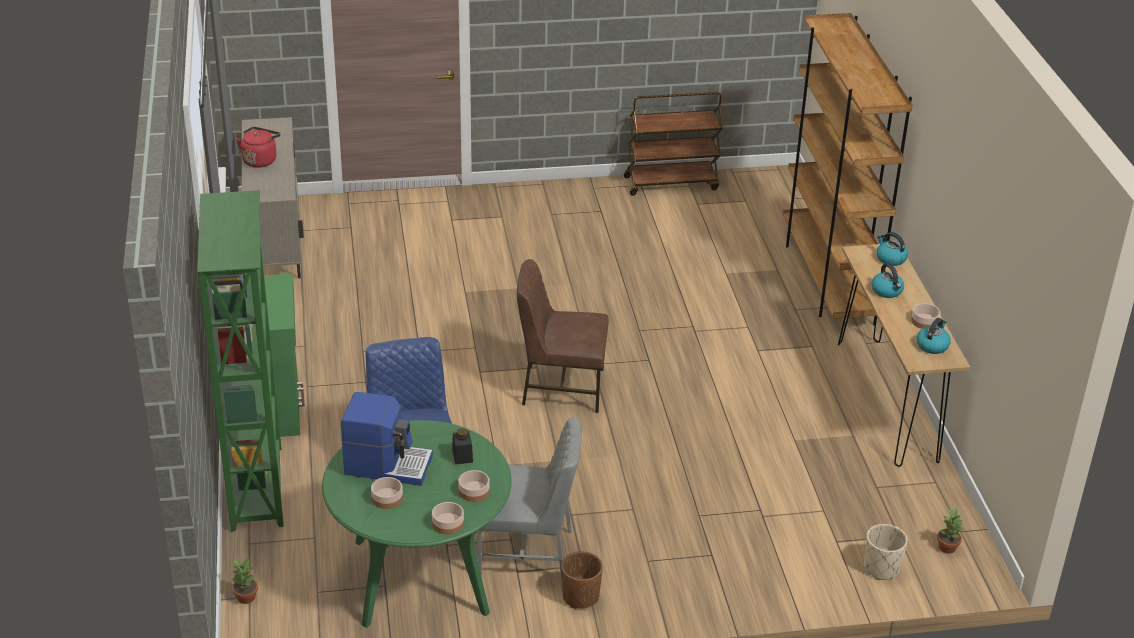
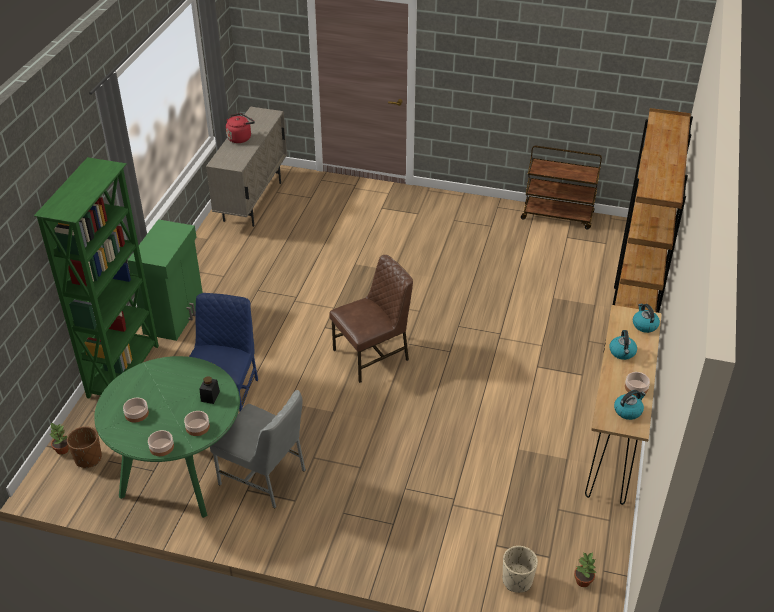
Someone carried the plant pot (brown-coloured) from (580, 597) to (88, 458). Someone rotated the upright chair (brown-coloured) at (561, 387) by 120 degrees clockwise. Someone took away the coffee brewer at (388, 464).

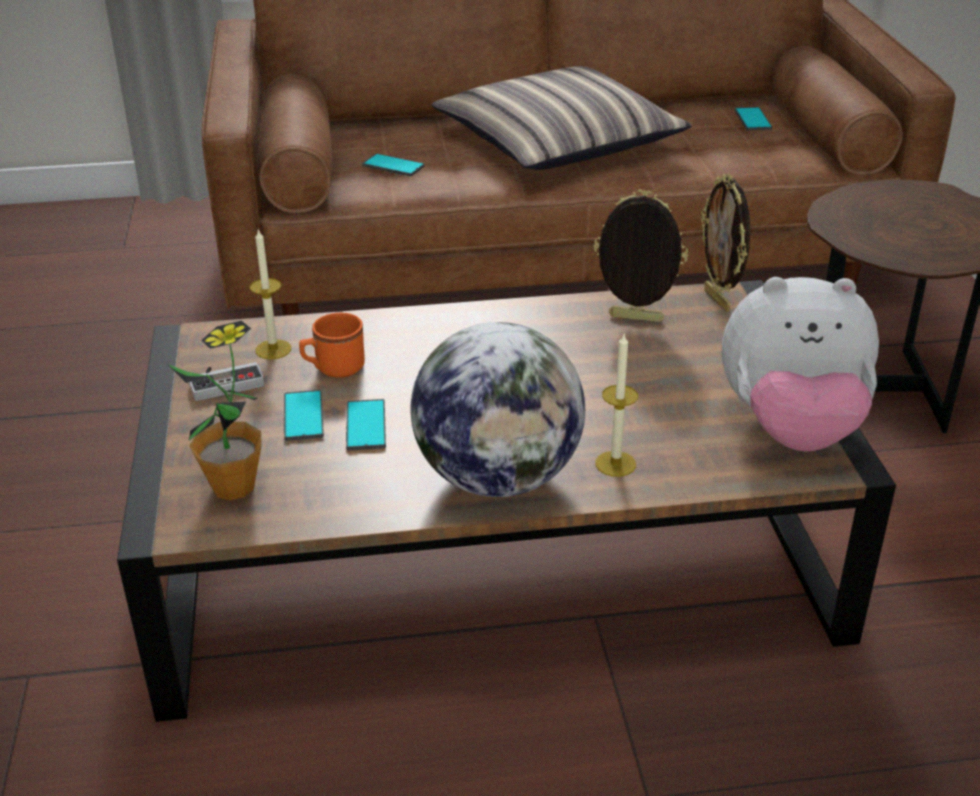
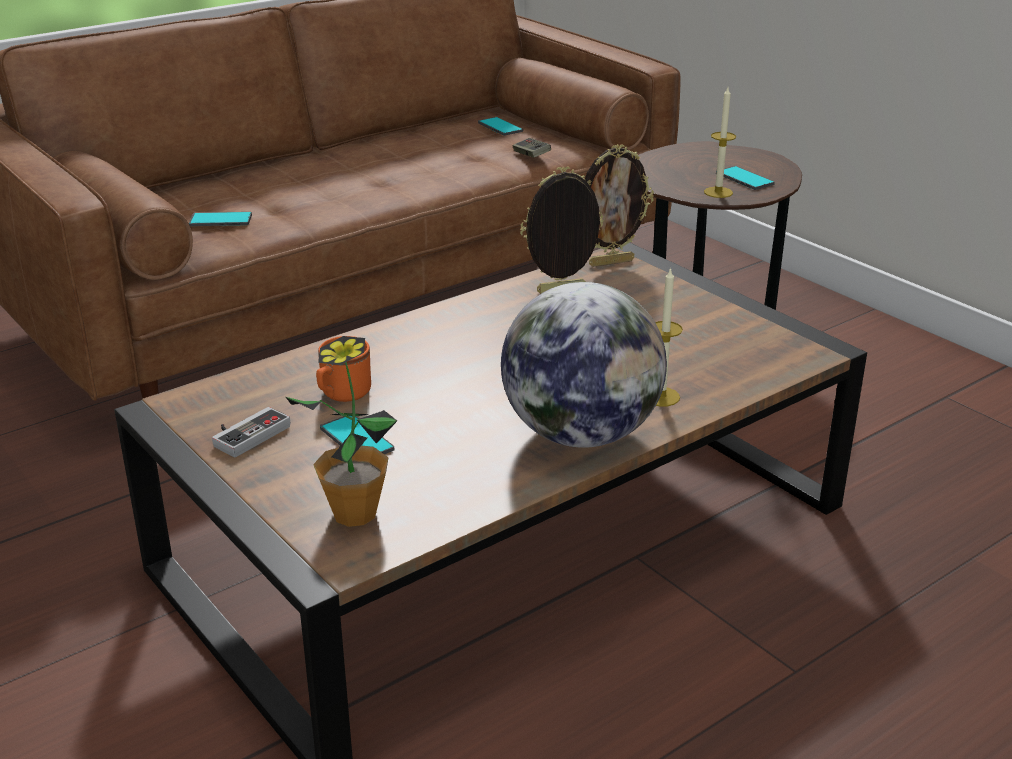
Someone put down the joypad at (531, 156). Someone rotated the standing frame at (718, 300) by 60 degrees counterclockwise. Someone carried the candle from (273, 349) to (718, 192). Someone carried the phone from (365, 425) to (744, 179). Someone took away the throw pillow at (558, 143). Someone took away the plush toy at (791, 429).

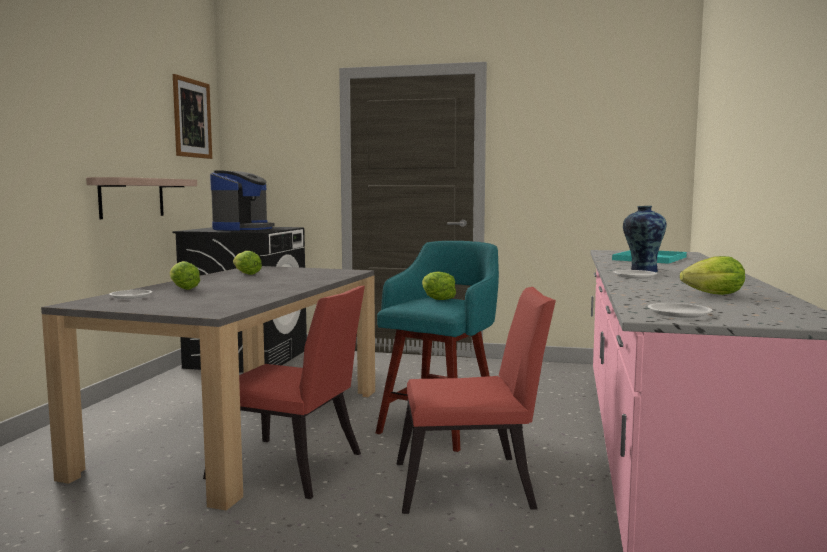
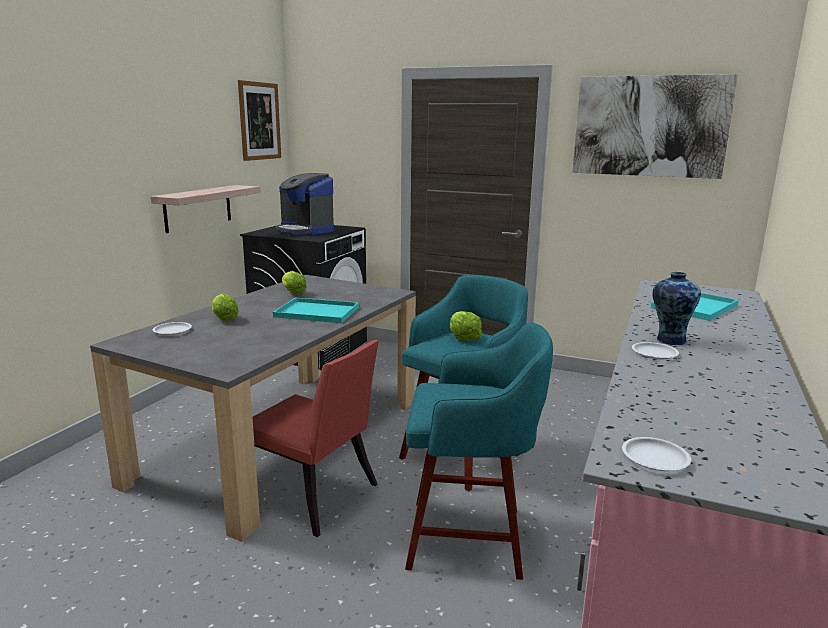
Someone put down the tray (turquoise) at (319, 312). Someone rotated the coffee brewer at (243, 228) by 105 degrees clockwise. Someone swapped the upright chair (red-coloured) at (473, 485) for the stool (turquoise) at (470, 538). Someone put up the wall picture at (649, 126). Someone took away the lettuce head at (710, 294).

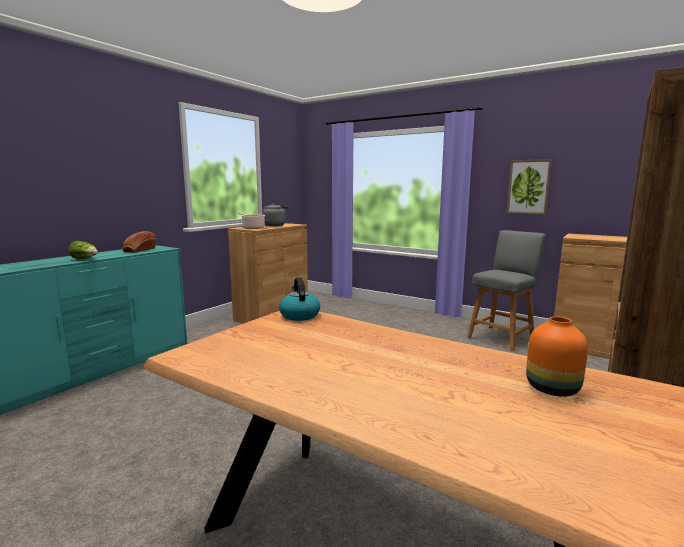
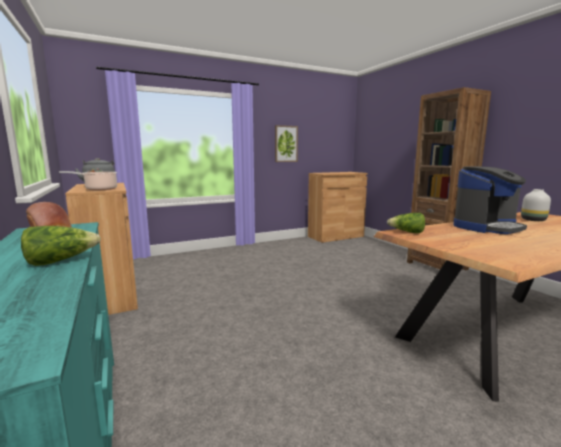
Someone swapped the kettle at (299, 315) for the lettuce head at (407, 232). Someone put down the coffee brewer at (487, 227). Someone repainted the vase (orangey) at (551, 389), which became the vase (whitish) at (533, 220). Someone took away the stool (grey) at (502, 337).

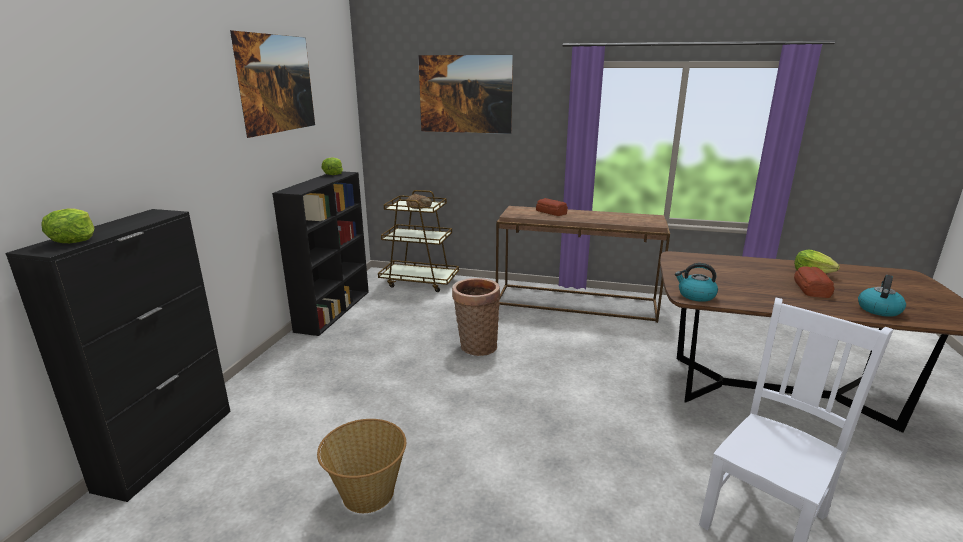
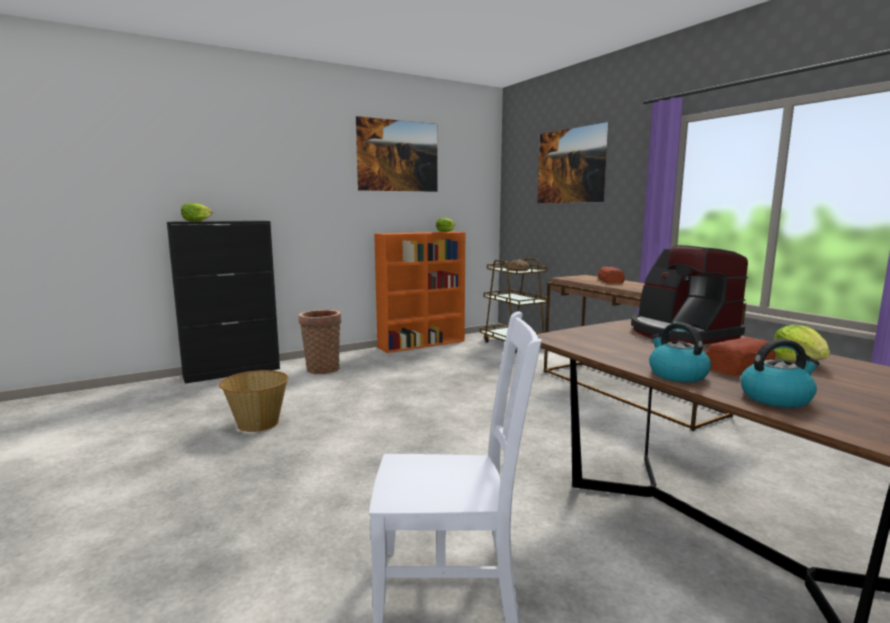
Someone carried the basket from (476, 346) to (322, 368). Someone repainted the bookcase (black) at (334, 310), which became the bookcase (orangey) at (422, 344). Someone put down the coffee brewer at (681, 333). Someone carried the kettle from (695, 295) to (676, 375).

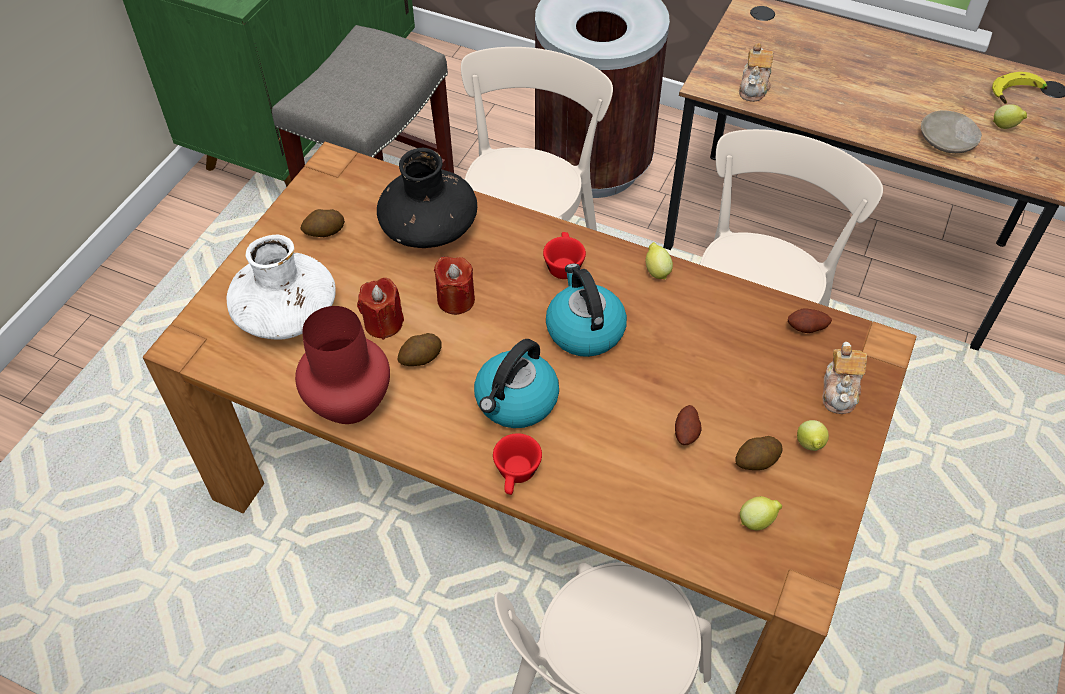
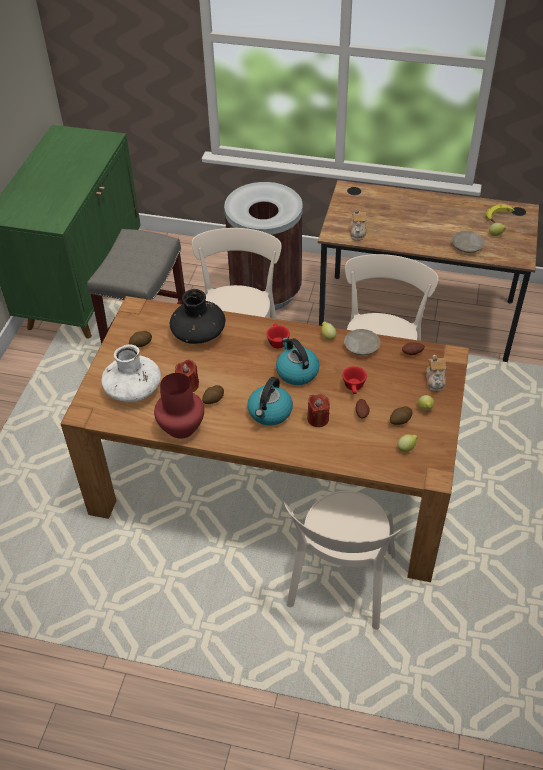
Someone carried the candle (red-coloured) from (456, 300) to (318, 419). Someone carried the cup (red-coloured) from (516, 476) to (354, 388). Someone put down the flat dish (sand-coloured) at (361, 346).

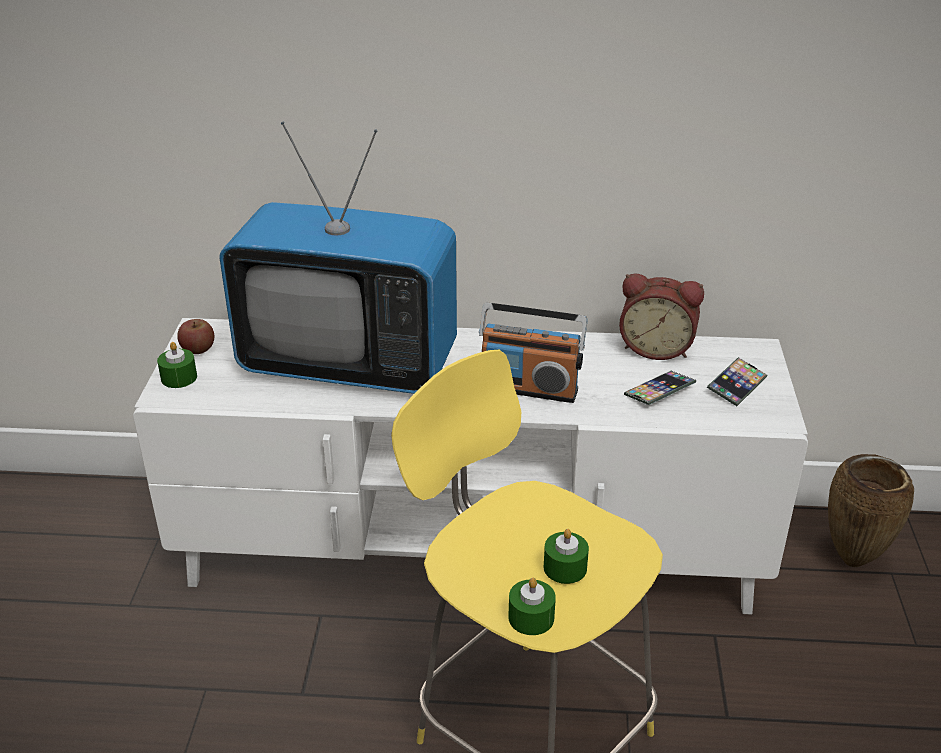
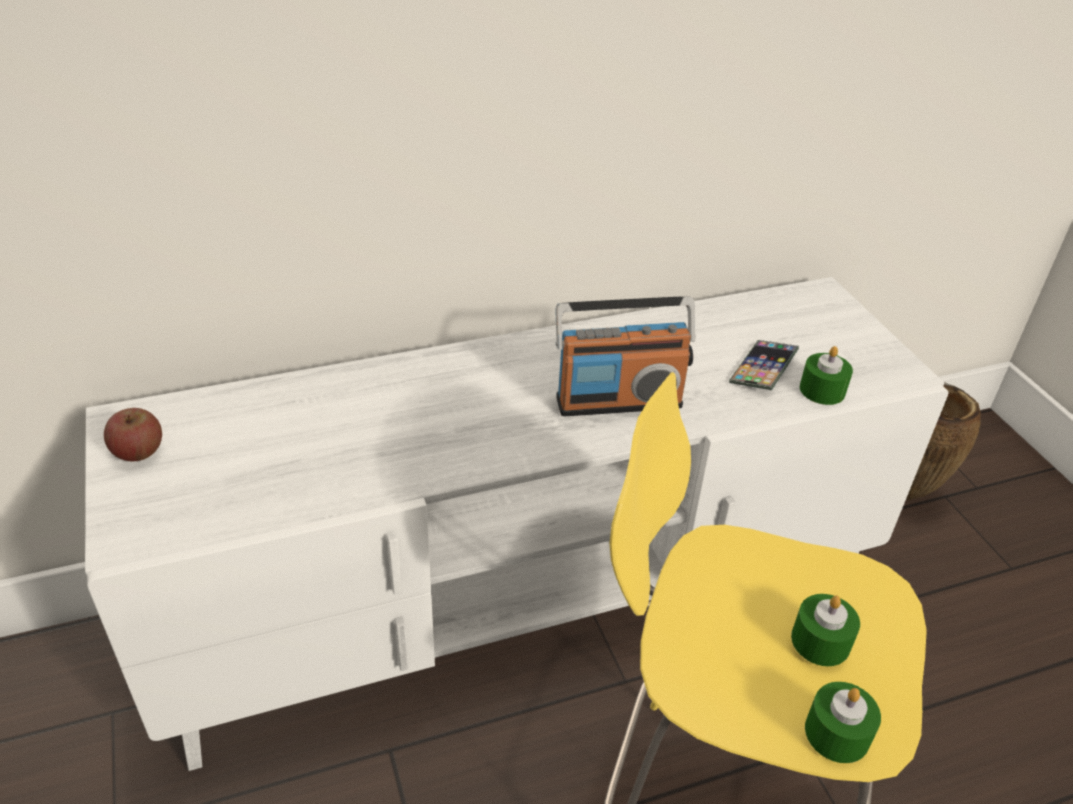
Someone carried the candle (green) from (179, 377) to (822, 390). Someone took away the television at (349, 364). Someone took away the table clock at (656, 348). Someone took away the phone at (736, 385).

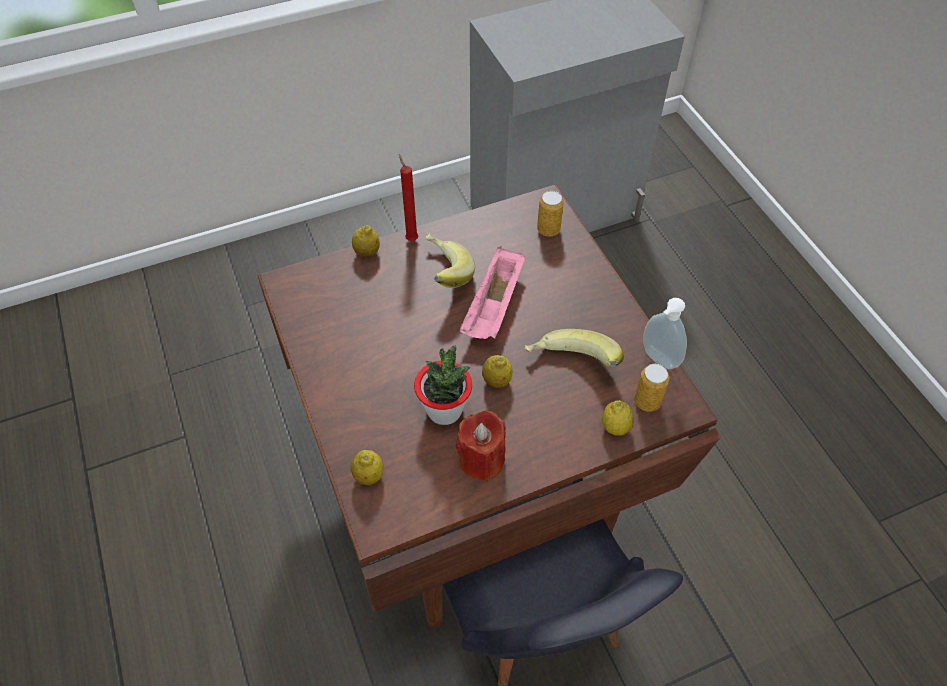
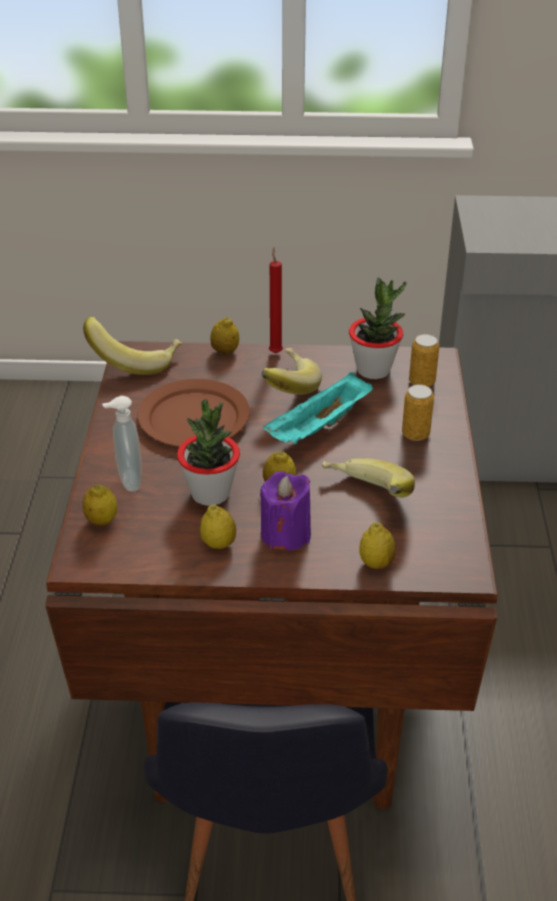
Someone put down the banana at (136, 361). Someone carried the soap bottle from (657, 359) to (127, 481). Someone put down the flat dish (brown-coloured) at (194, 417). Someone swapped the candle (red-coloured) at (482, 459) for the whole lemon at (218, 543). Someone put down the candle (purple-coloured) at (285, 534). Someone repainted the tray (pinkish) at (494, 307), which became the tray (turquoise) at (319, 427). Someone put down the houseplant at (373, 370). Someone carried the sealed can from (647, 401) to (415, 434).

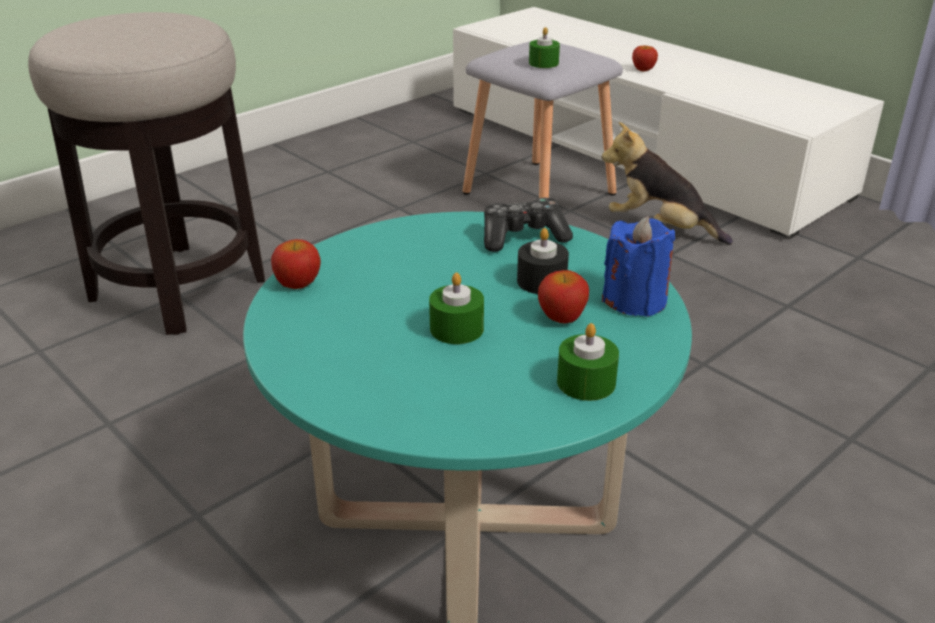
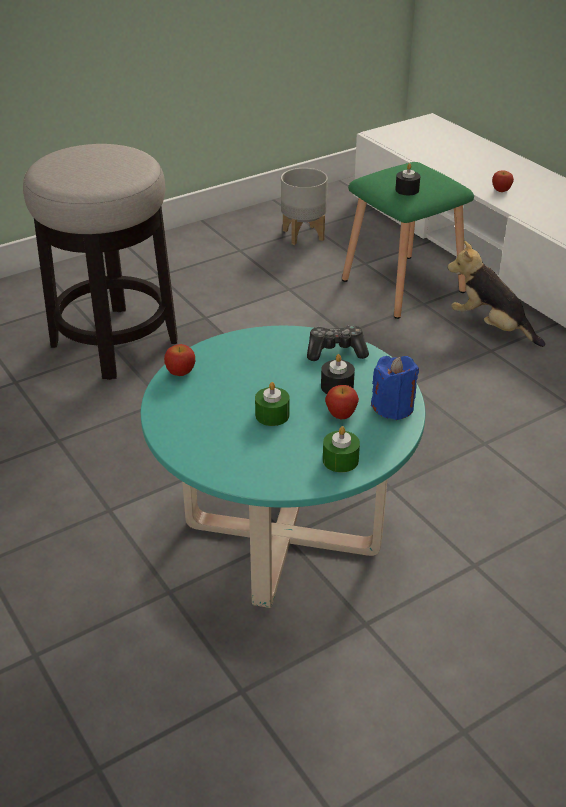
Someone put down the plant pot (grey) at (302, 235). Someone repainted the stool (grey) at (538, 194), which became the stool (green) at (402, 286). Someone repainted the candle (green) at (543, 63), which became the candle (black) at (407, 190).

